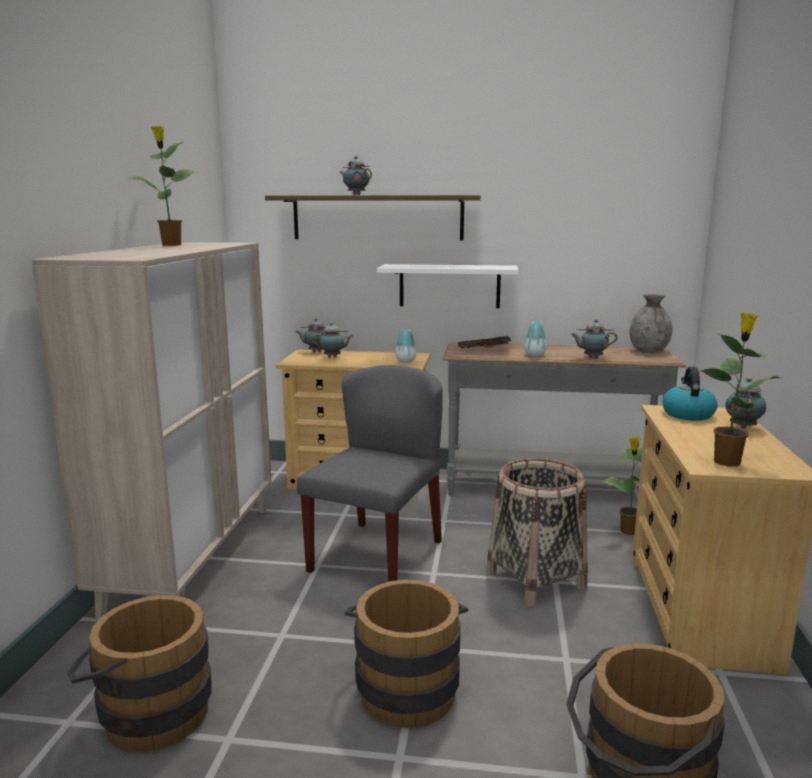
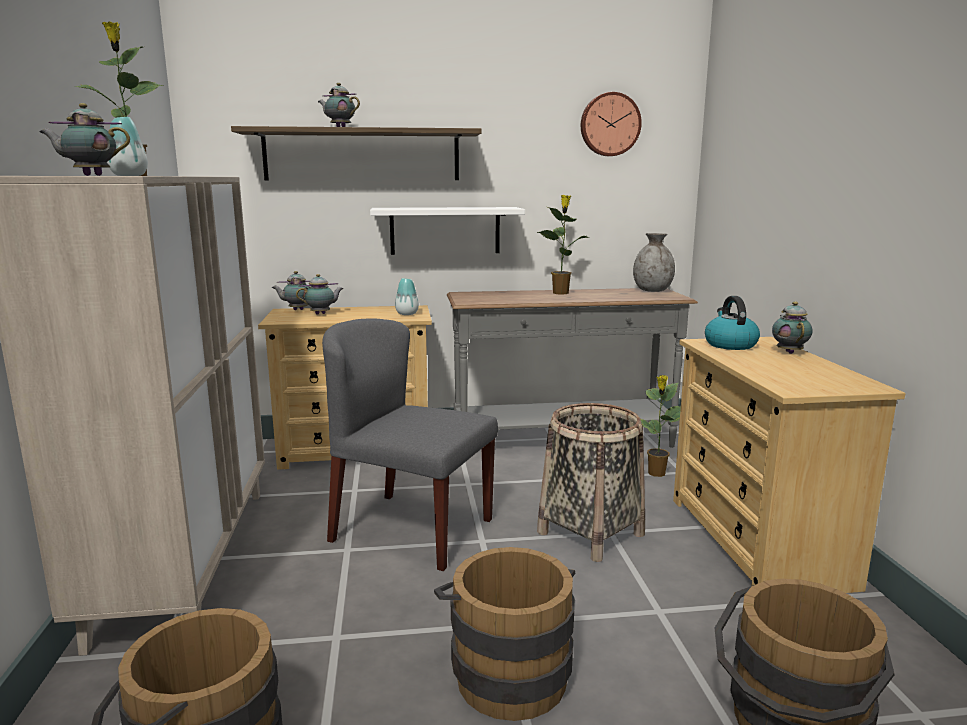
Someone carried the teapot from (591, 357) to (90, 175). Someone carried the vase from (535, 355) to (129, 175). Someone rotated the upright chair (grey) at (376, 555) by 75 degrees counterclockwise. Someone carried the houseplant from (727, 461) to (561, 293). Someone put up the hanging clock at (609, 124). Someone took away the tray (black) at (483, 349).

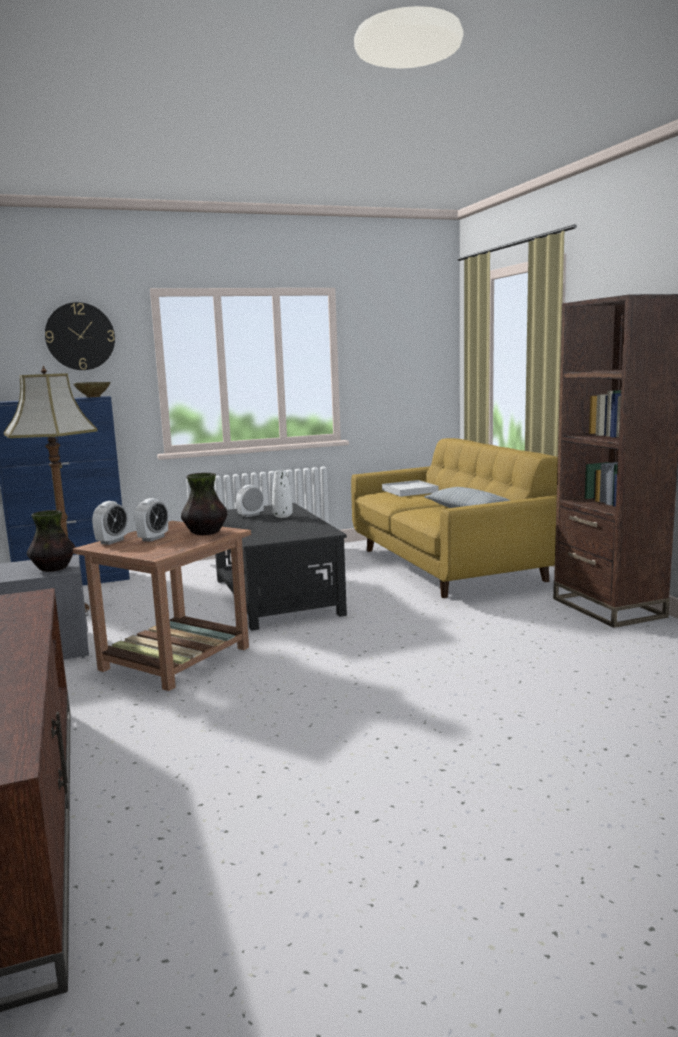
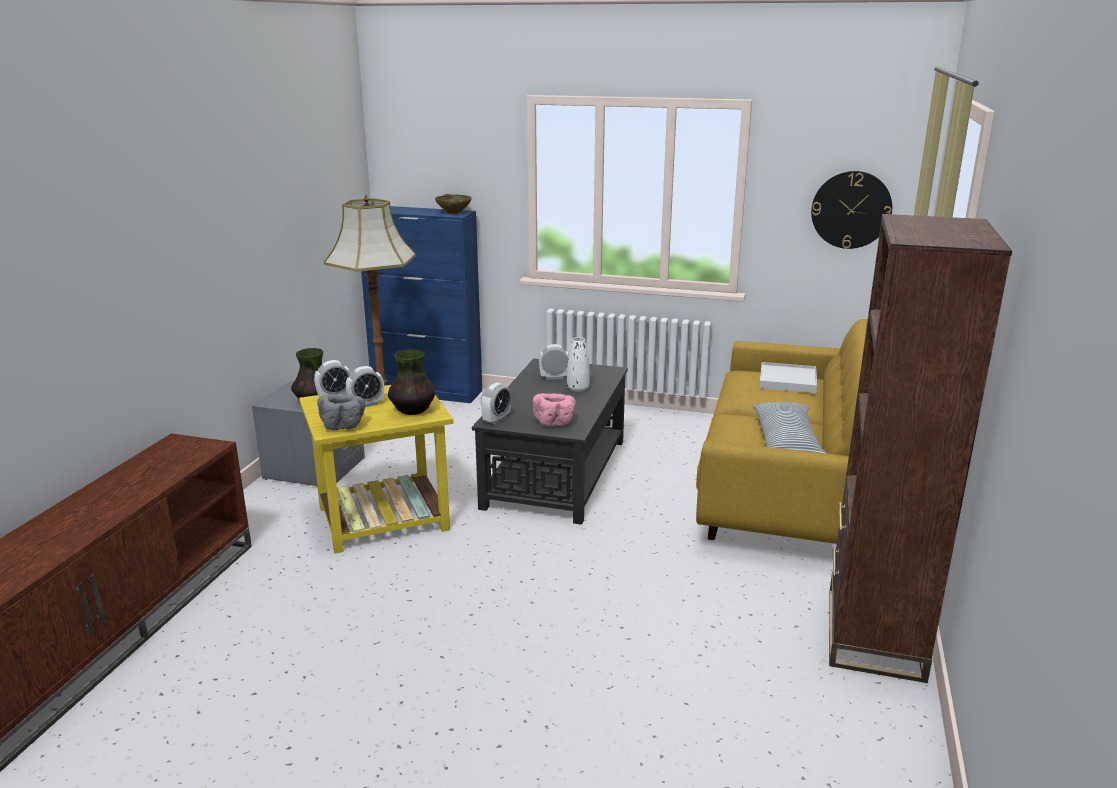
Someone repainted the side table (brown-coloured) at (176, 657), which became the side table (yellow-coloured) at (385, 518). Someone put down the bowl (grey) at (343, 425). Someone put down the table clock at (496, 419). Someone put down the bowl (pinkish) at (554, 422). Someone carried the hanging clock from (80, 336) to (851, 210).

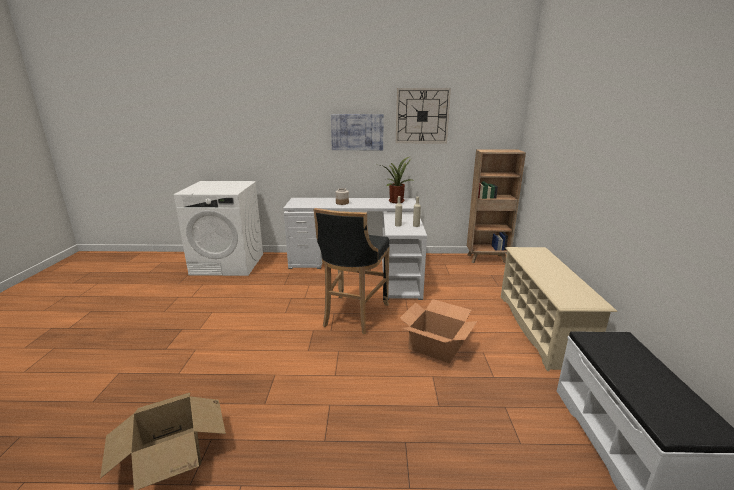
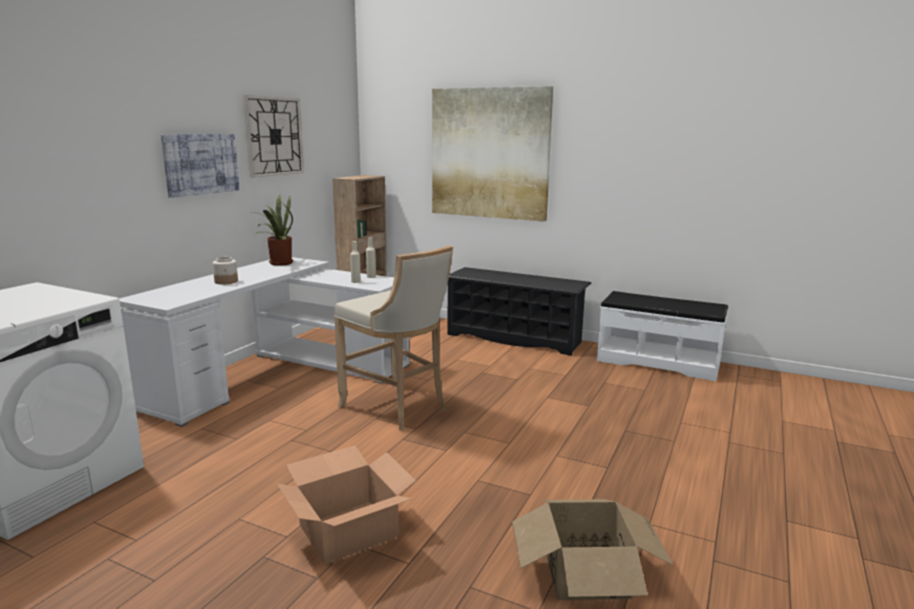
Someone carried the cardboard box from (436, 345) to (347, 530). Someone repainted the stool (black) at (353, 315), which became the stool (sand-coloured) at (397, 408). Someone put up the wall picture at (489, 153). Someone repainted the shoe stand (sand-coloured) at (541, 328), which became the shoe stand (black) at (514, 338).

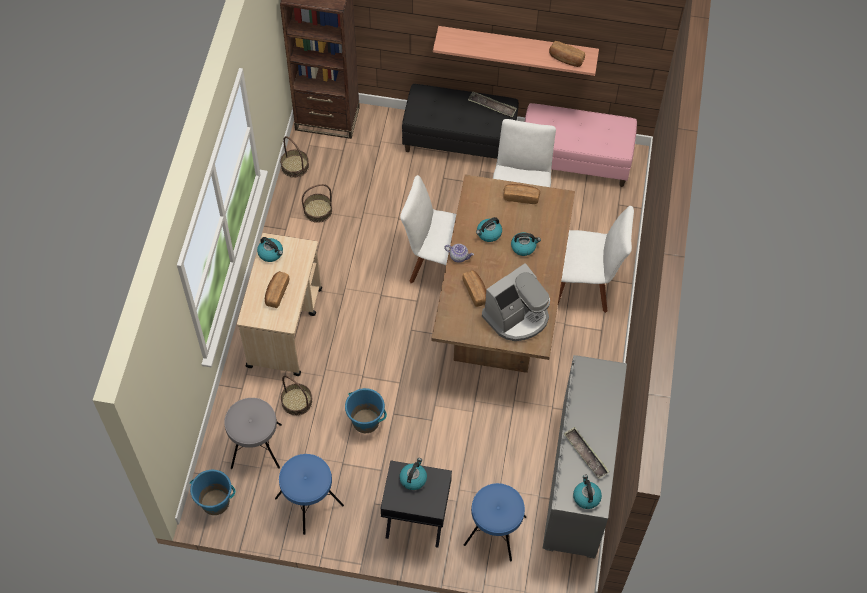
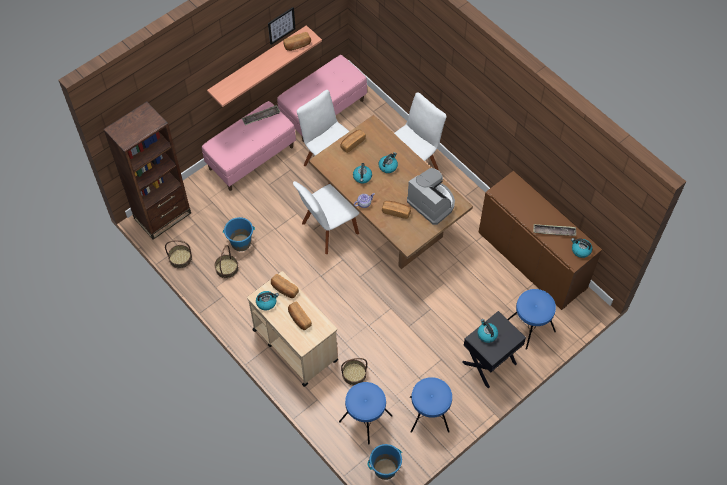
Someone repainted the bench (black) at (460, 141), which became the bench (pinkish) at (251, 157). Someone carried the water bucket (bluish) from (366, 421) to (241, 242). Someone put up the wall picture at (281, 25). Someone put down the baked bread at (284, 289). Someone repainted the stool (grey) at (256, 445), which became the stool (bluish) at (365, 418). Someone rotated the coffee brewer at (517, 316) by 45 degrees counterclockwise. Someone repainted the cabinet (grey) at (578, 478), which became the cabinet (brown-coloured) at (532, 260).

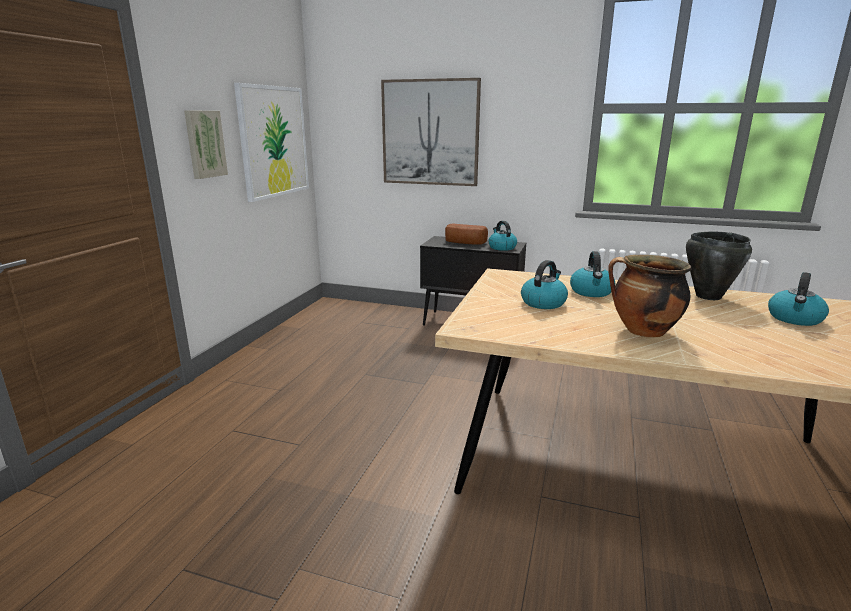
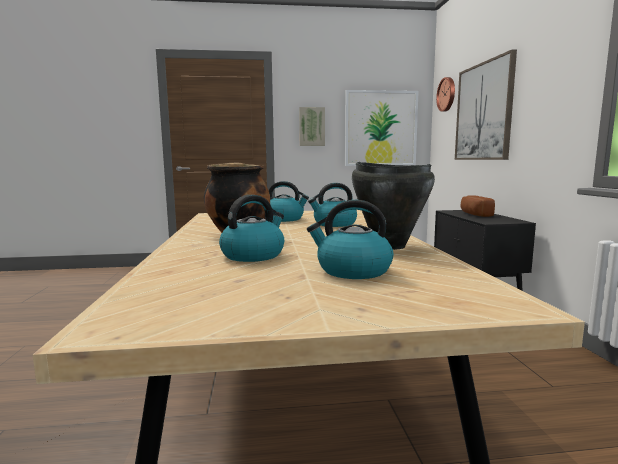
Someone carried the kettle from (501, 247) to (253, 255). Someone put up the hanging clock at (447, 94).

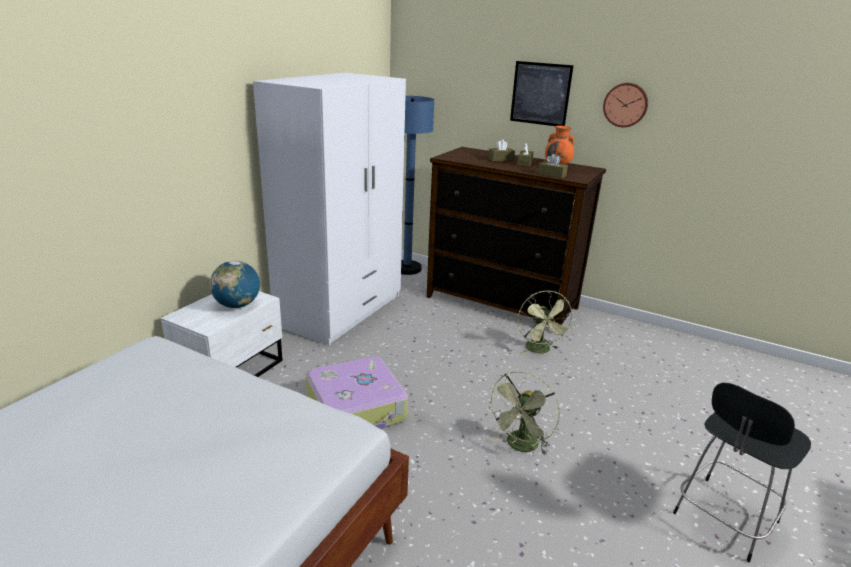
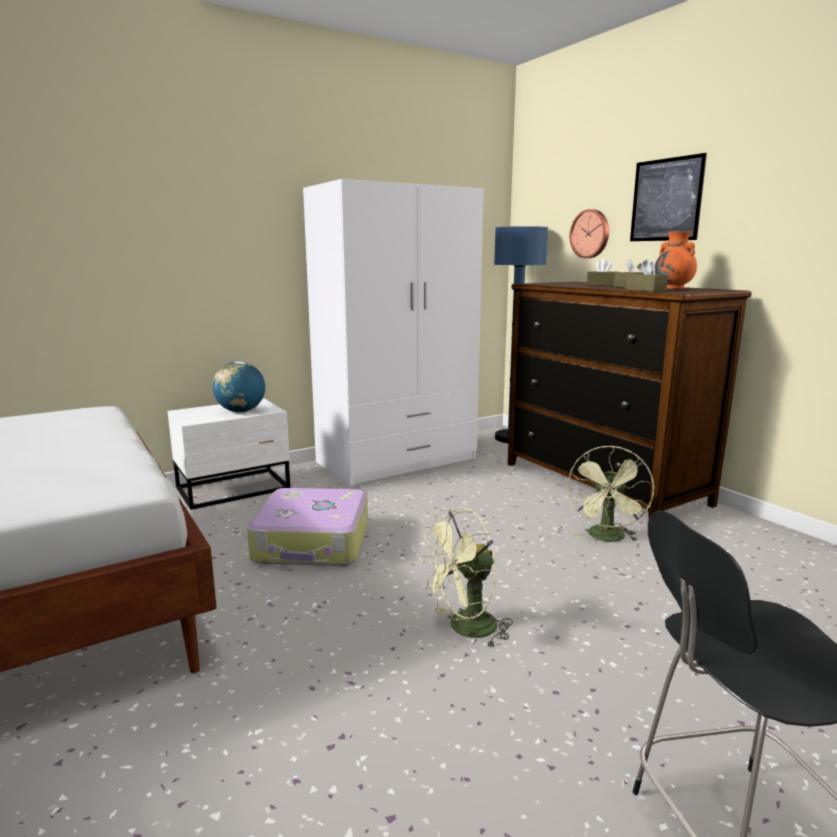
Someone carried the hanging clock from (625, 105) to (590, 234).

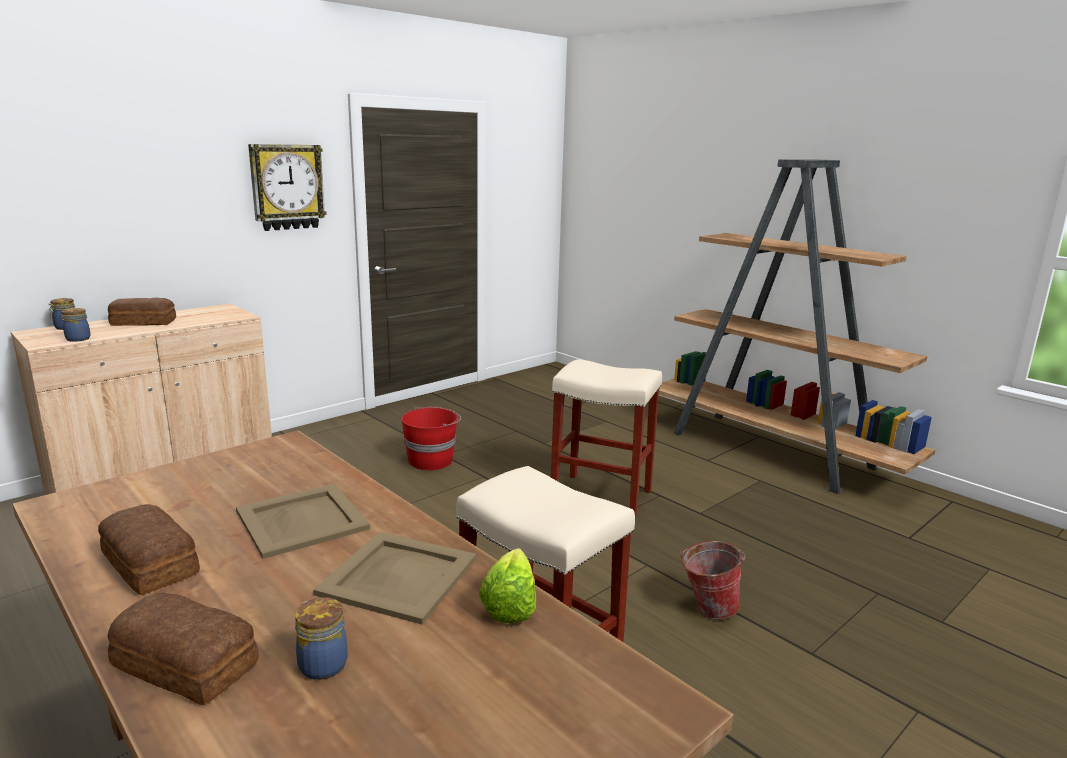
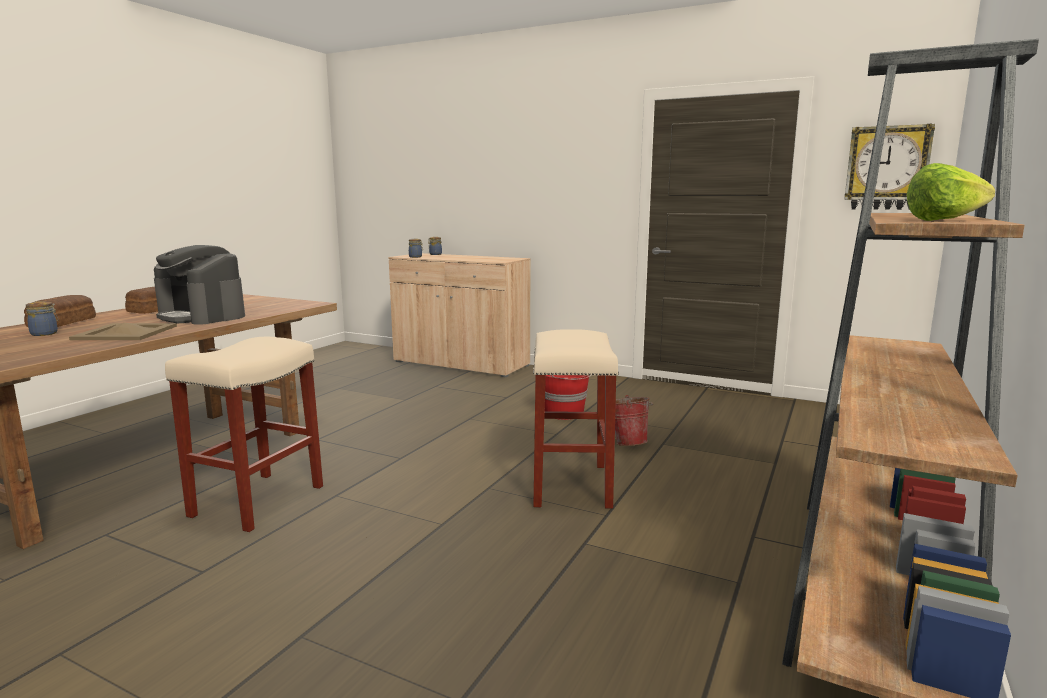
Someone swapped the tray (sand-coloured) at (302, 519) for the coffee brewer at (202, 316). Someone carried the water bucket from (707, 609) to (628, 443). Someone carried the hanging clock from (287, 187) to (887, 168). Someone carried the lettuce head from (513, 601) to (953, 220). Someone took away the baked bread at (143, 322).

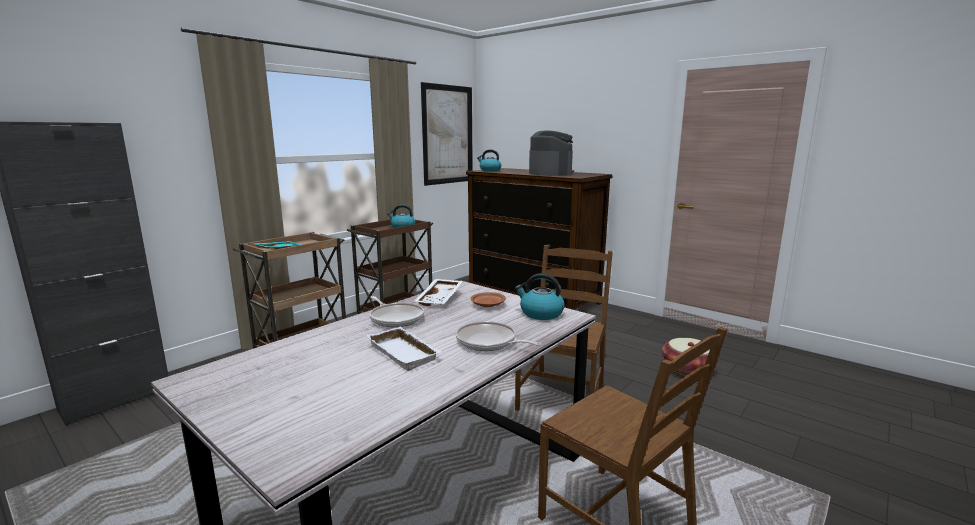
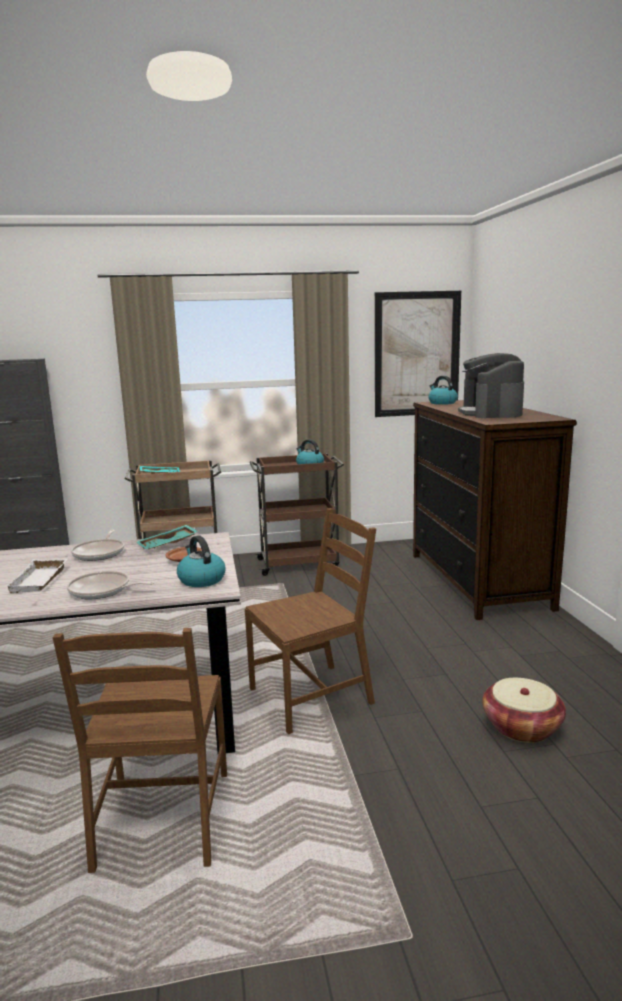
Someone rotated the pan at (489, 342) by 60 degrees counterclockwise. Someone repainted the tray (whitish) at (440, 298), which became the tray (turquoise) at (168, 545). Someone rotated the coffee brewer at (550, 173) by 150 degrees clockwise.

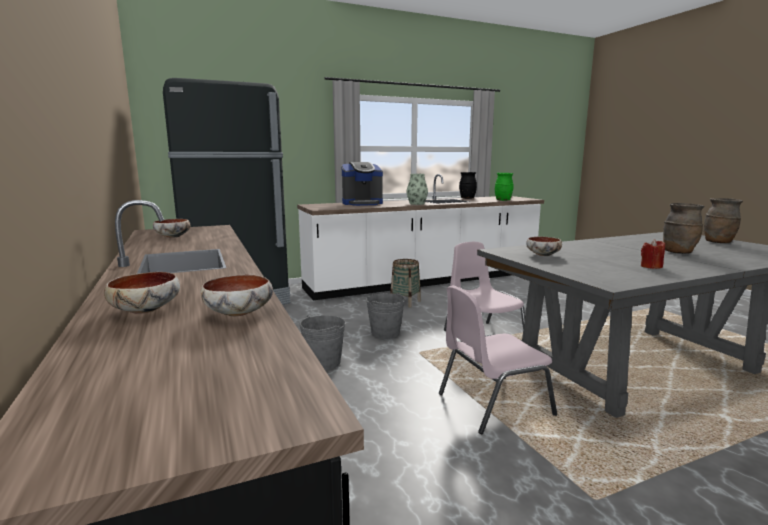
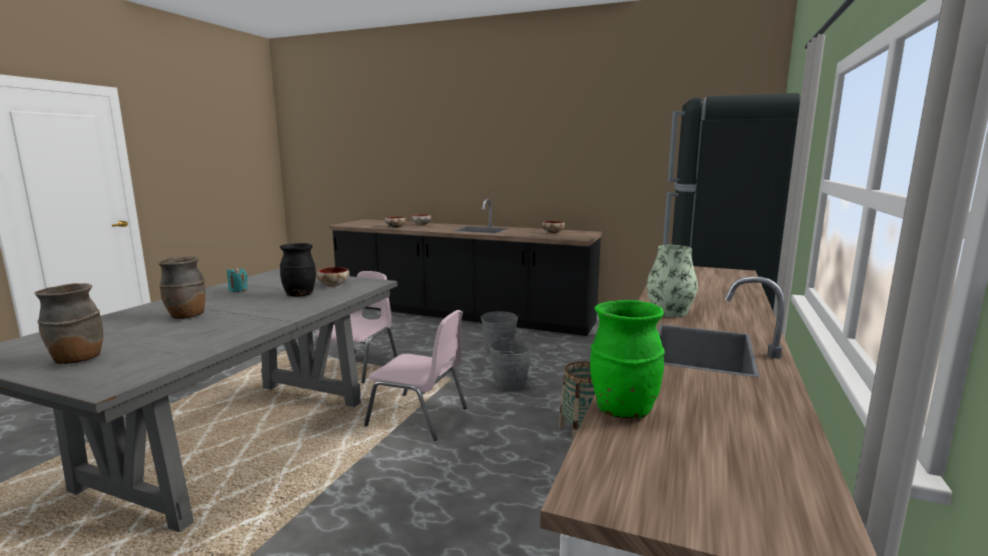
Someone repainted the candle (red-coloured) at (651, 266), which became the candle (turquoise) at (238, 290). Someone carried the vase (black) from (467, 198) to (300, 295). Someone took away the coffee brewer at (362, 203).

